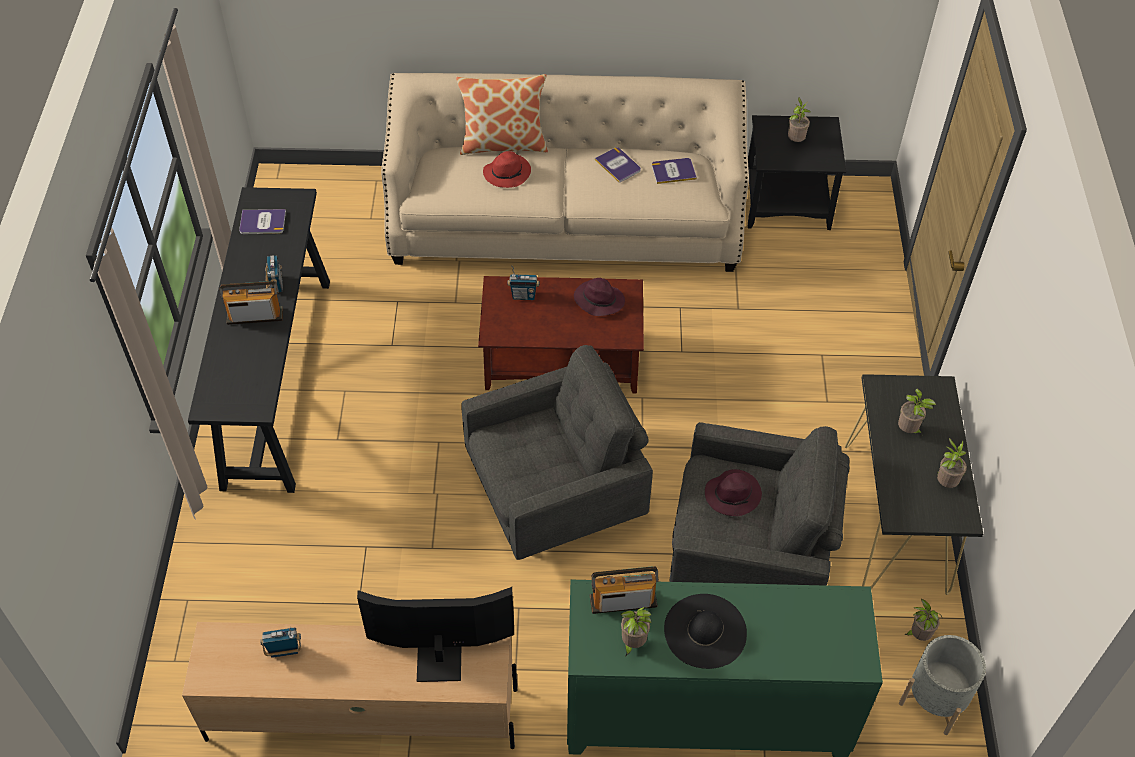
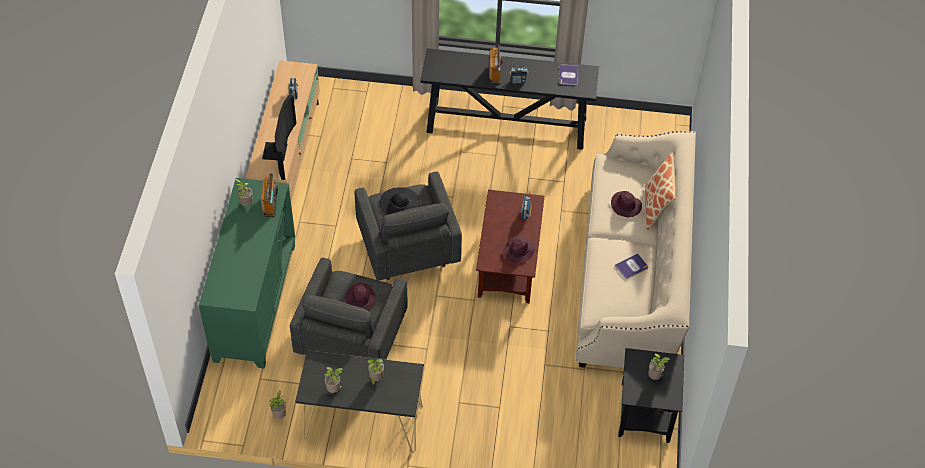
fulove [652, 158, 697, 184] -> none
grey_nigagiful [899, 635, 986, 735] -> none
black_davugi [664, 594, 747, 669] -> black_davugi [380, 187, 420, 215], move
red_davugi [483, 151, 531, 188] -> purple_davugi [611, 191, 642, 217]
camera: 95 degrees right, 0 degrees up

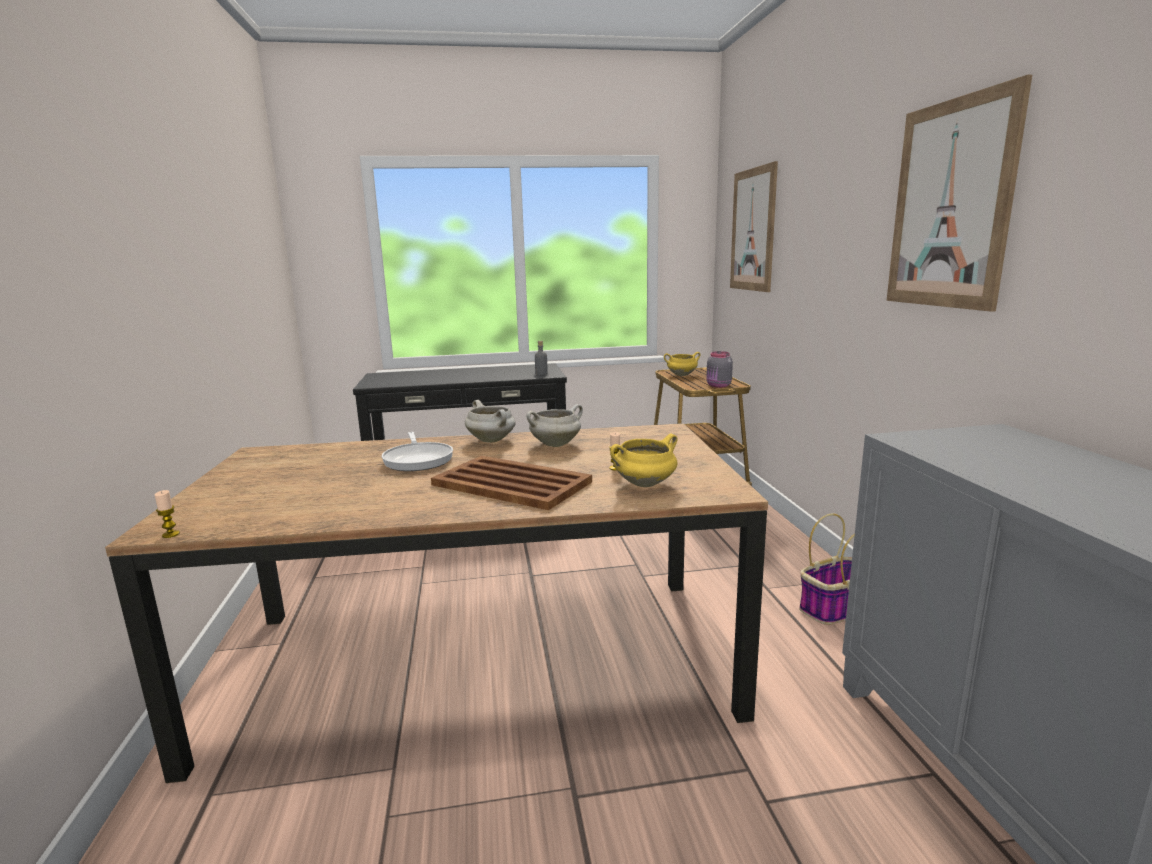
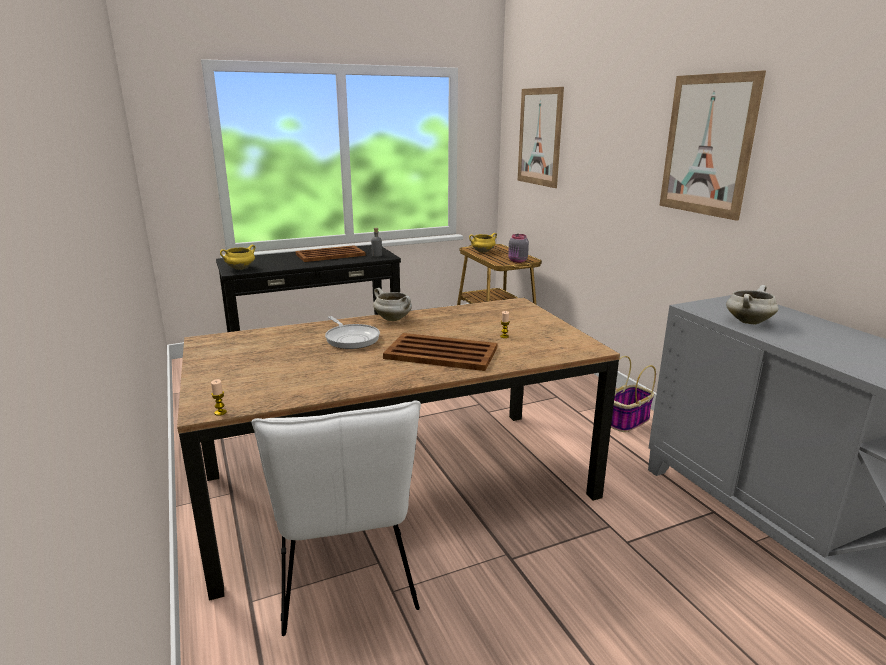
none -> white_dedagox [252, 400, 421, 636]
none -> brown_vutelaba [295, 245, 365, 262]
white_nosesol [526, 404, 583, 447] -> white_nosesol [726, 285, 778, 324], move
yellow_nosesol [610, 434, 678, 487] -> yellow_nosesol [220, 244, 256, 270], move
camera: 15 degrees left, 5 degrees up

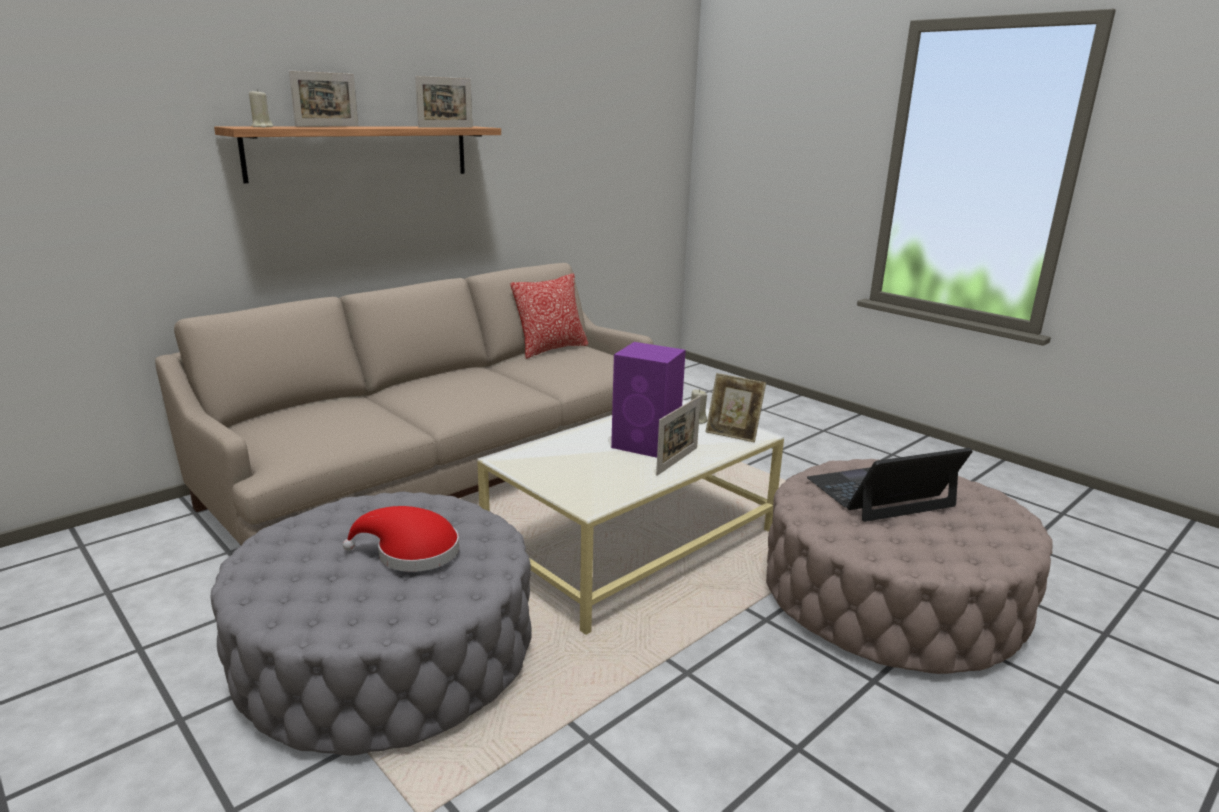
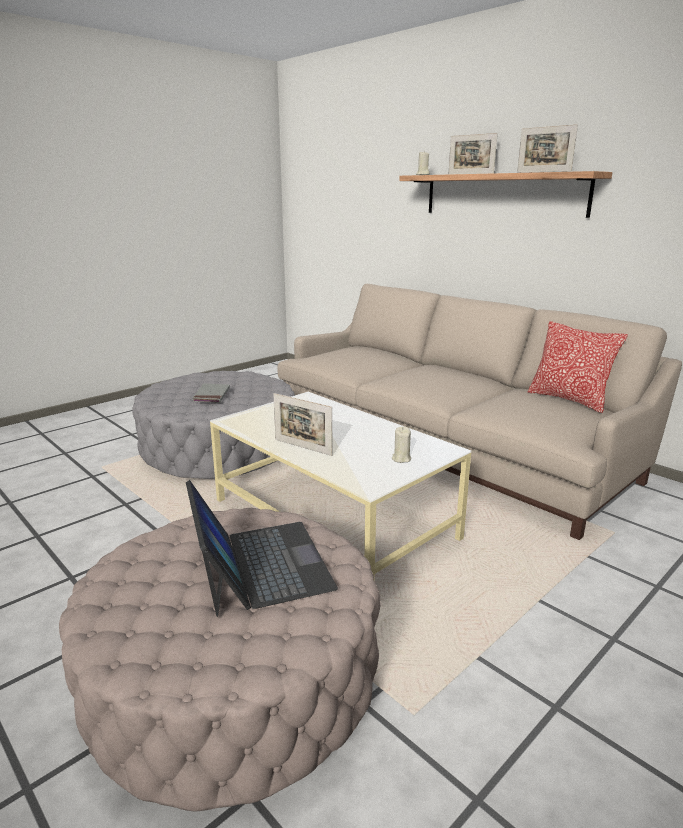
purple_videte [611, 342, 686, 458] -> none
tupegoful [706, 373, 766, 442] -> none
red_davugi [343, 506, 459, 572] -> grey_fulove [193, 383, 230, 403]
camera: 90 degrees right, 0 degrees up

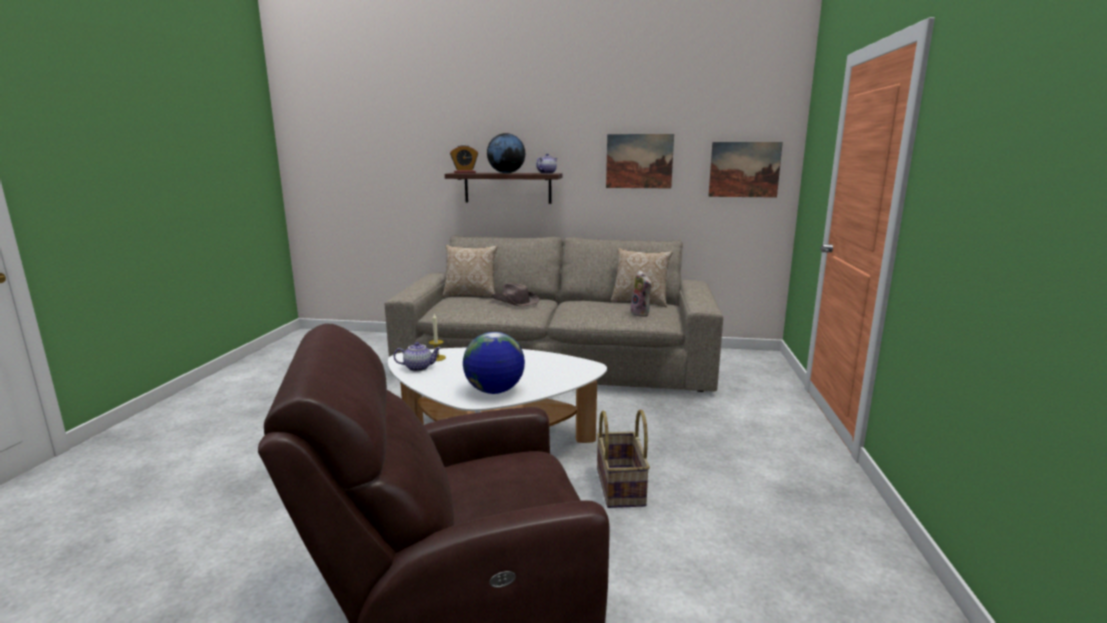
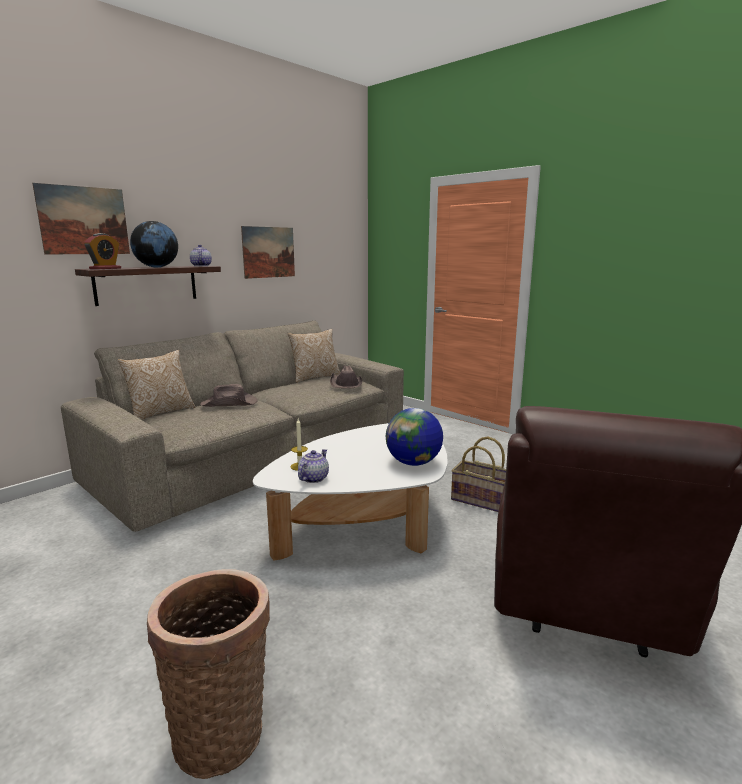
none -> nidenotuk [147, 569, 270, 779]
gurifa [708, 142, 783, 198] -> gurifa [32, 183, 130, 255], move
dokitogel [630, 270, 652, 317] -> brown_davugi [330, 365, 362, 389]
camera: 55 degrees left, 0 degrees up

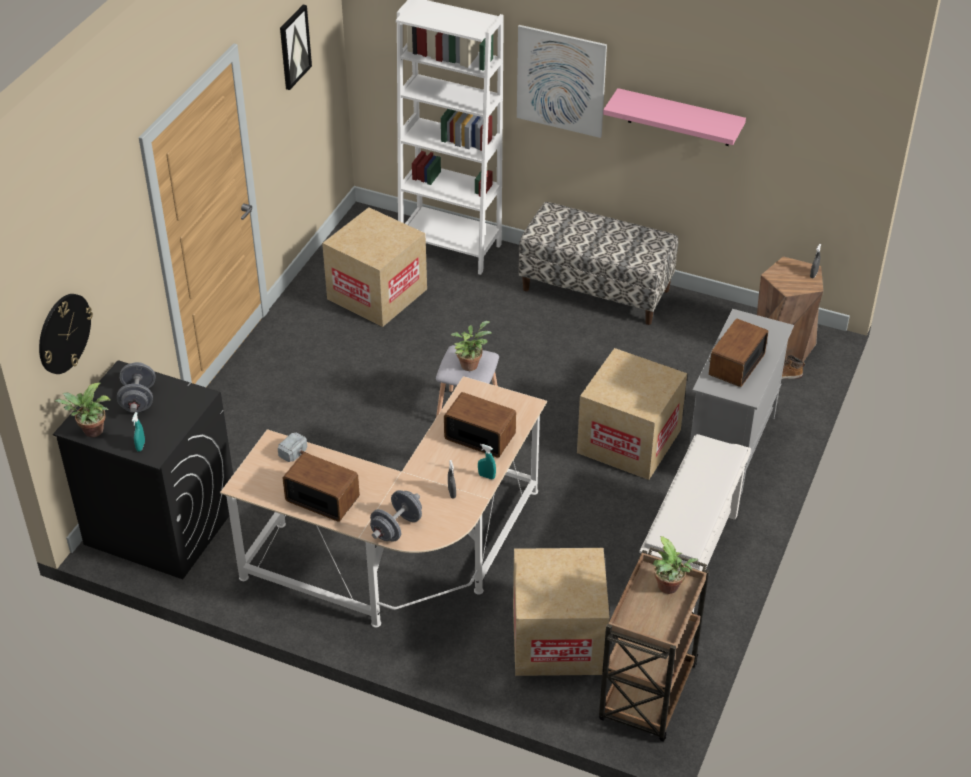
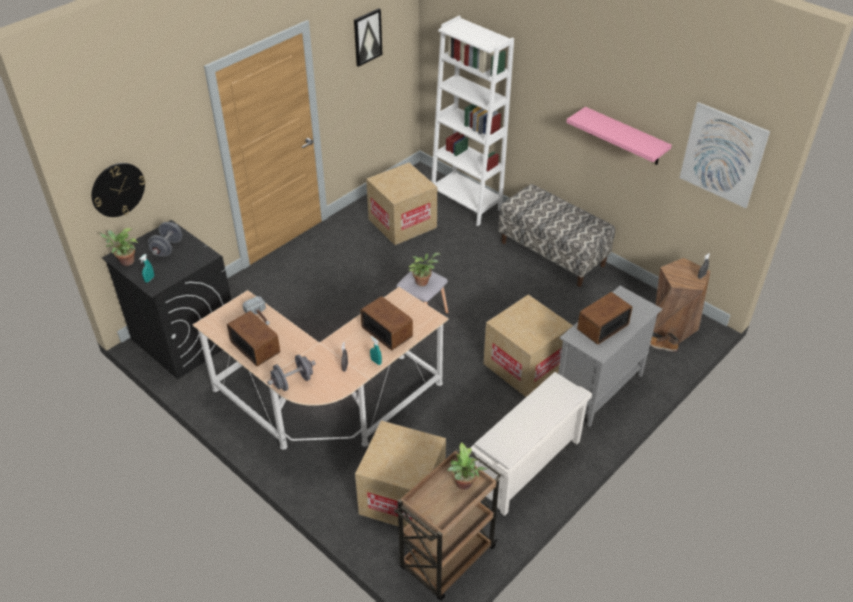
gurifa [517, 25, 607, 138] -> gurifa [680, 102, 770, 208], move
camera: 20 degrees right, 0 degrees up

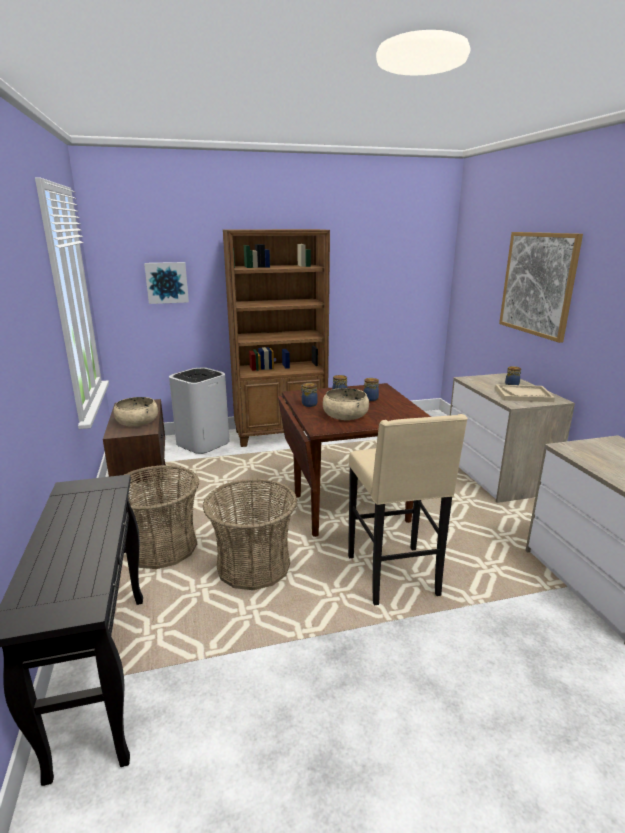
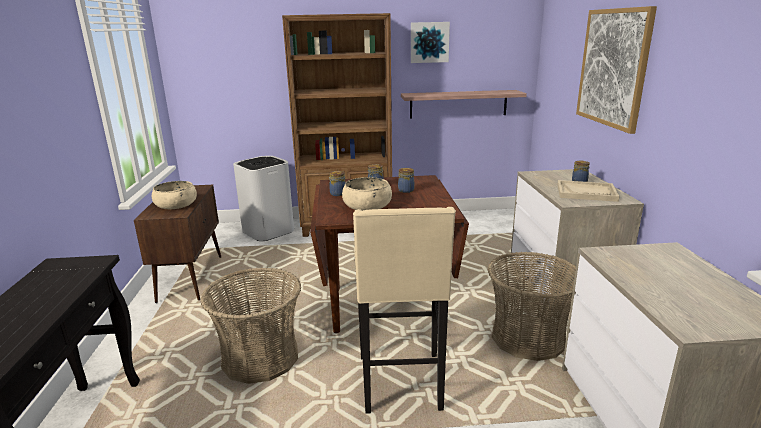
none -> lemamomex [401, 90, 527, 118]
nidenotuk [124, 465, 199, 569] -> nidenotuk [488, 252, 576, 361], move
gurifa [144, 262, 189, 304] -> gurifa [411, 22, 450, 63], move
camera: 10 degrees right, 0 degrees up

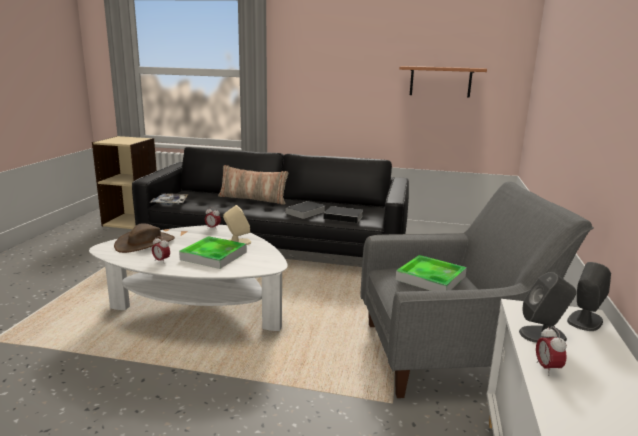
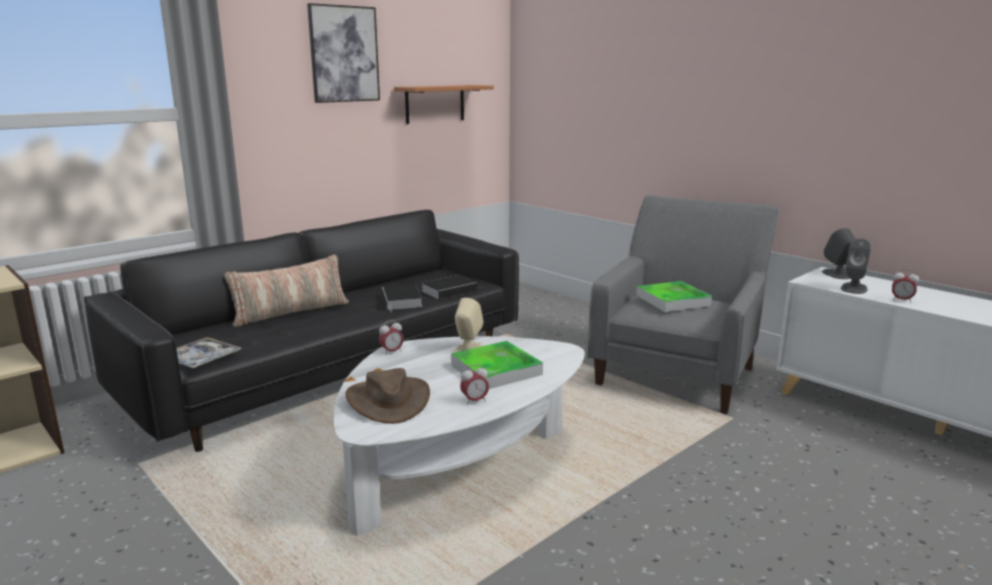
none -> gurifa [307, 3, 380, 103]
camera: 55 degrees left, 0 degrees up

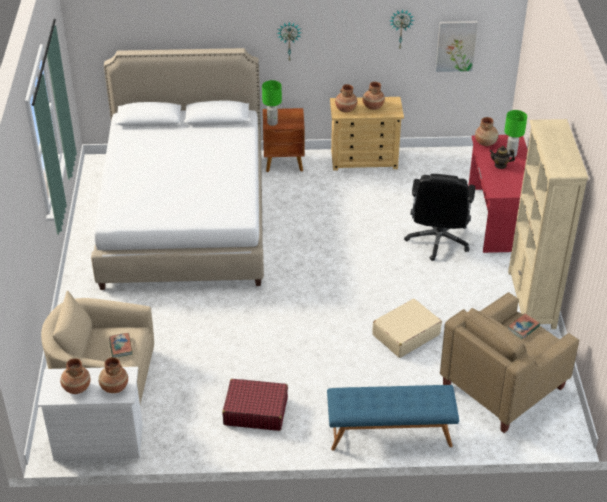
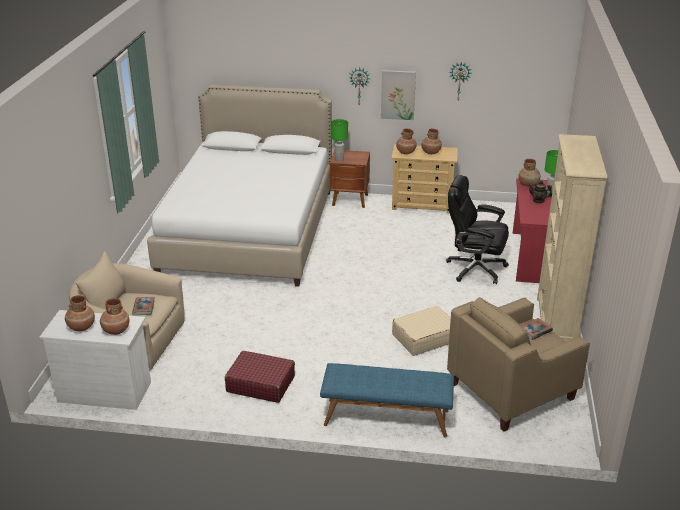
gurifa [436, 21, 478, 72] -> gurifa [381, 70, 416, 120], move
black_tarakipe [404, 174, 475, 261] -> black_tarakipe [446, 175, 509, 284], 90 degrees clockwise
camera: 10 degrees right, 10 degrees down

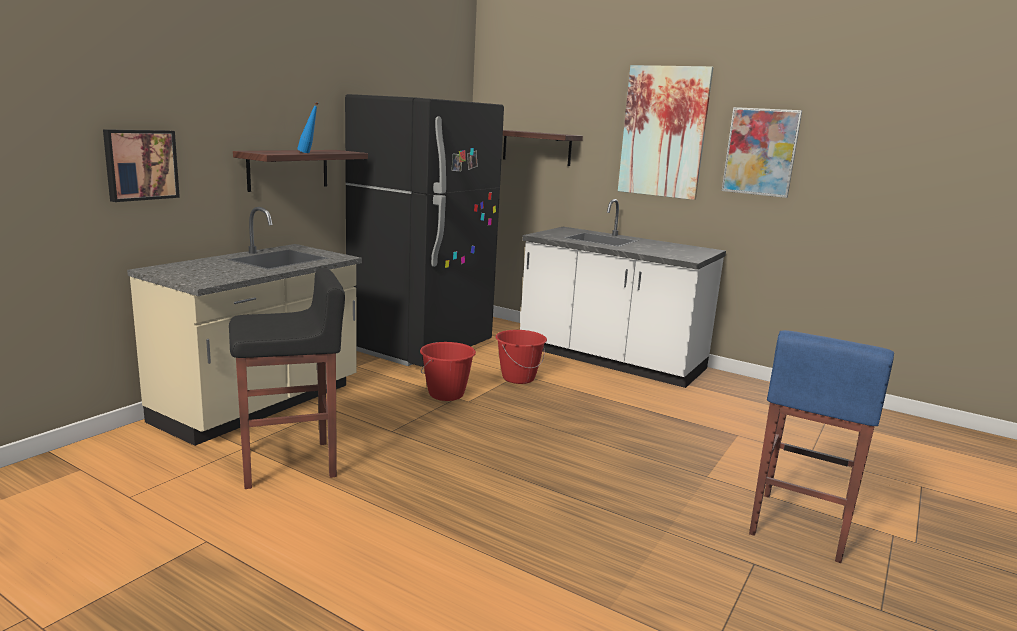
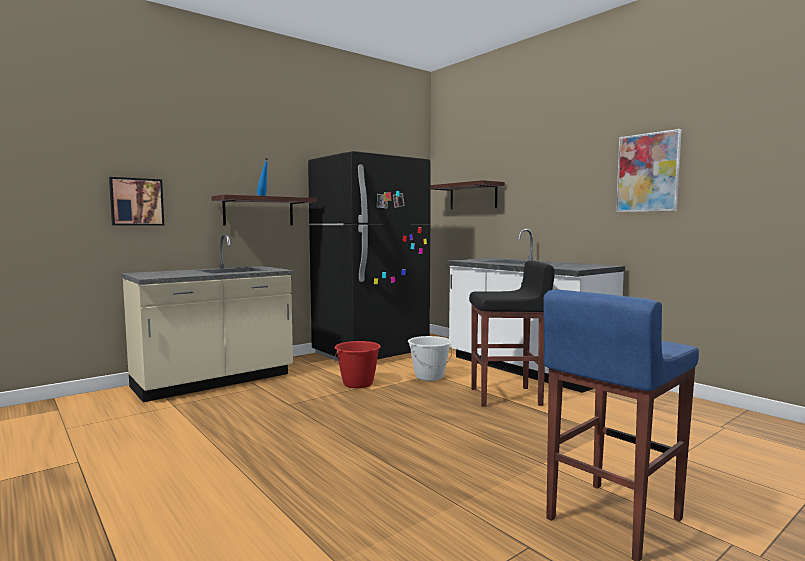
gurifa [618, 65, 714, 200] -> none
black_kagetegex [229, 268, 345, 489] -> black_kagetegex [469, 260, 555, 407], move
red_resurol [495, 330, 547, 384] -> white_resurol [408, 336, 452, 381]
camera: 20 degrees right, 10 degrees down

